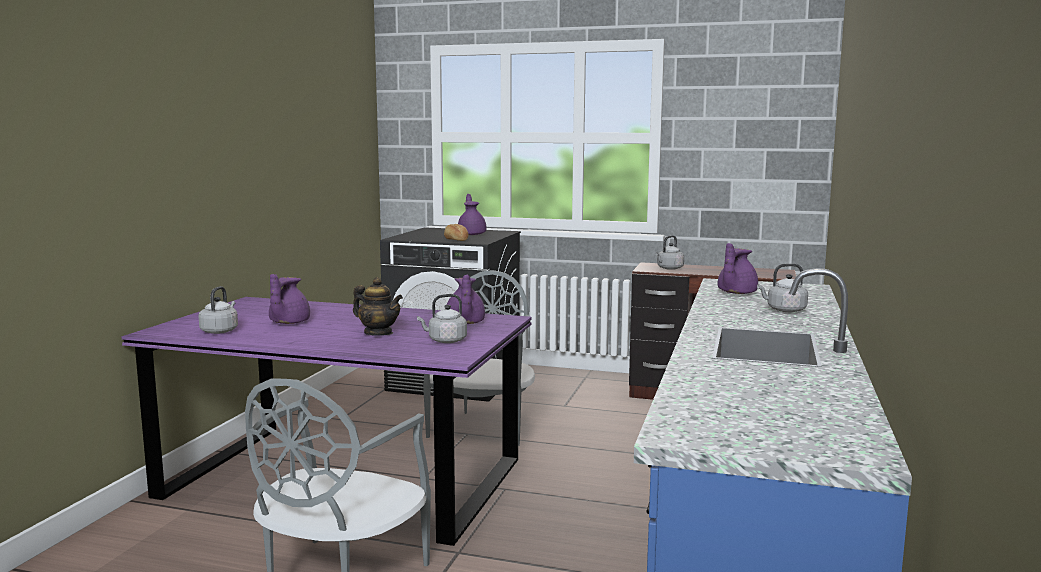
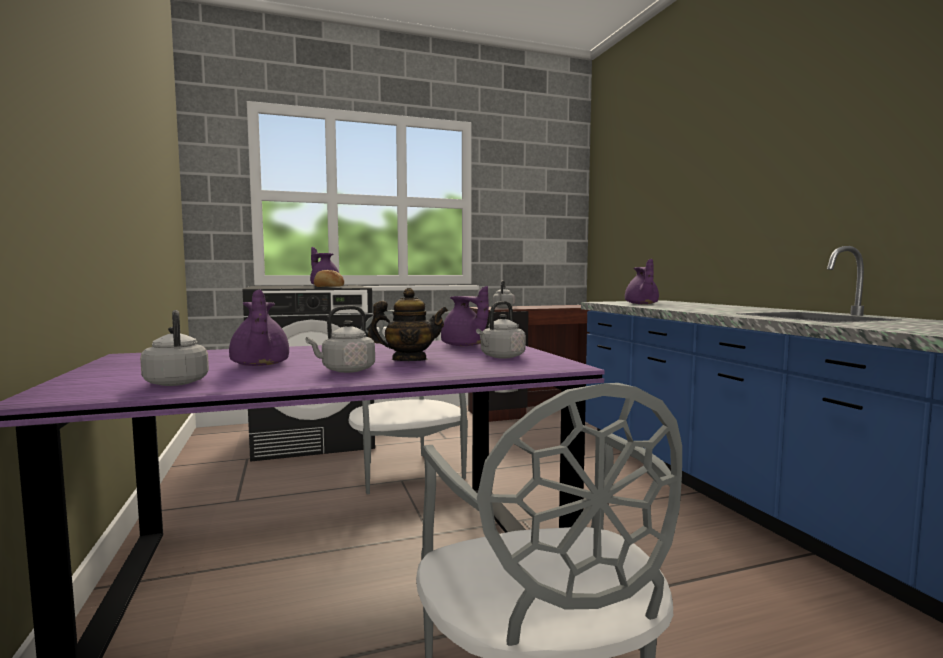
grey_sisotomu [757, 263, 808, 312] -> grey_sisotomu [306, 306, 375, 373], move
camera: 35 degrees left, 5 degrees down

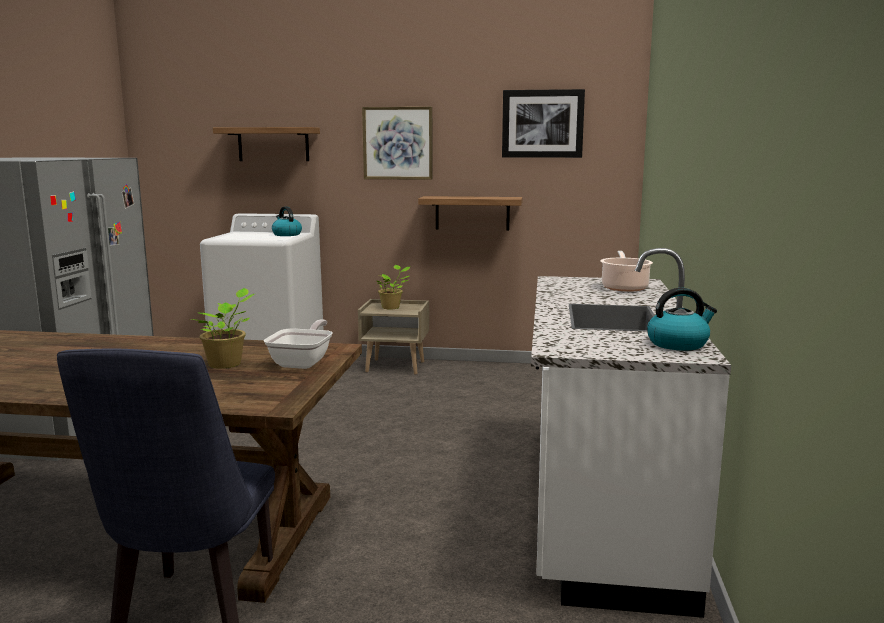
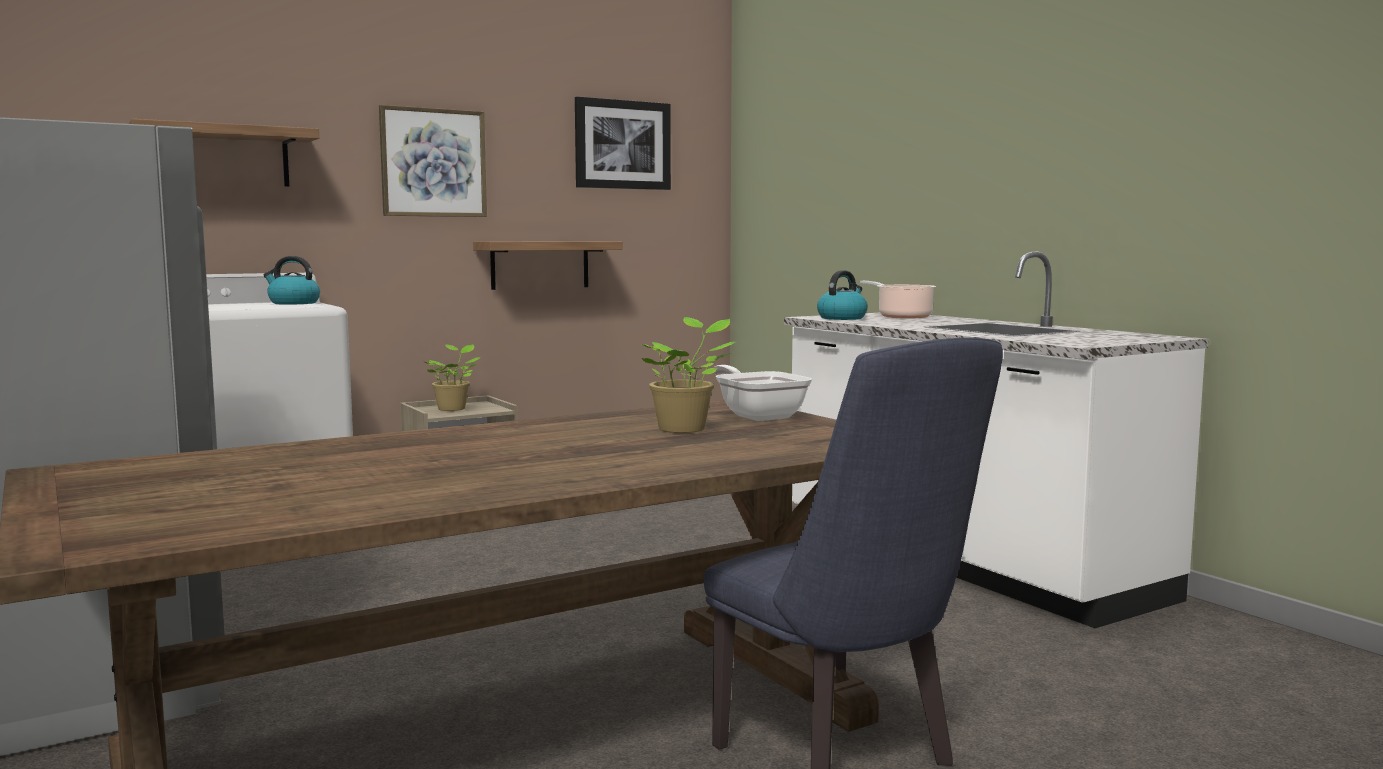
sisotomu [647, 288, 717, 351] -> sisotomu [817, 270, 868, 320], move
camera: 40 degrees left, 5 degrees down

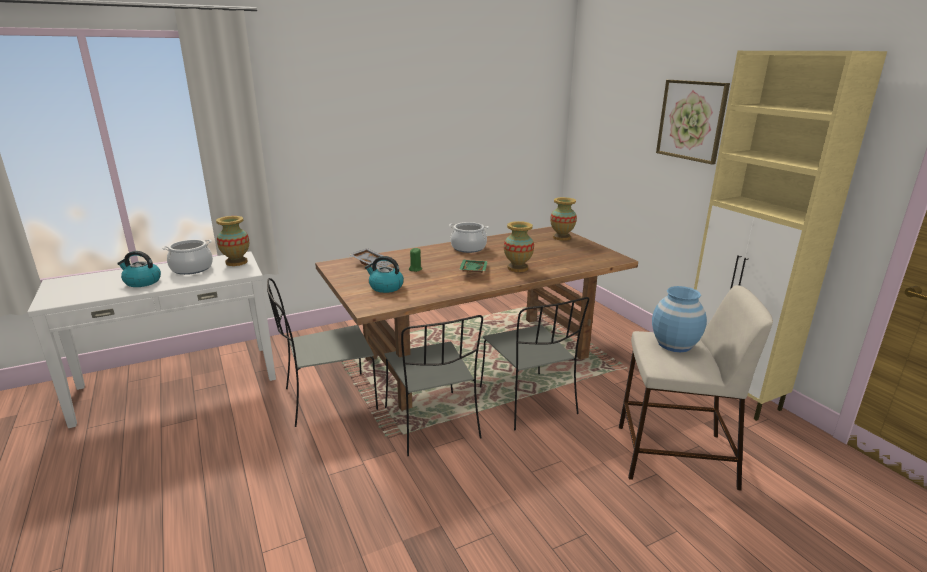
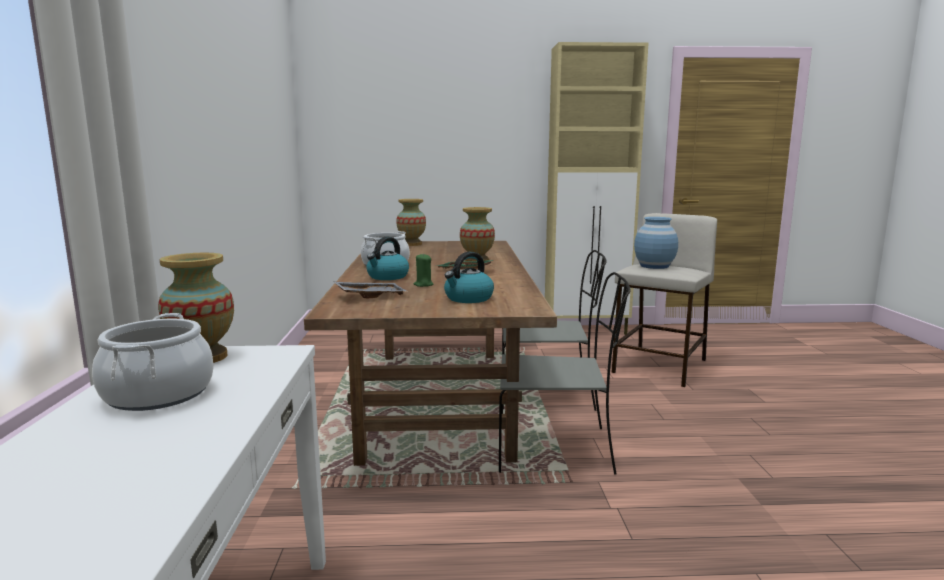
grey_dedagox [267, 278, 378, 427] -> none
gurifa [656, 80, 730, 165] -> none
sisotomu [117, 251, 161, 287] -> sisotomu [366, 237, 409, 280], move
camera: 65 degrees left, 10 degrees down

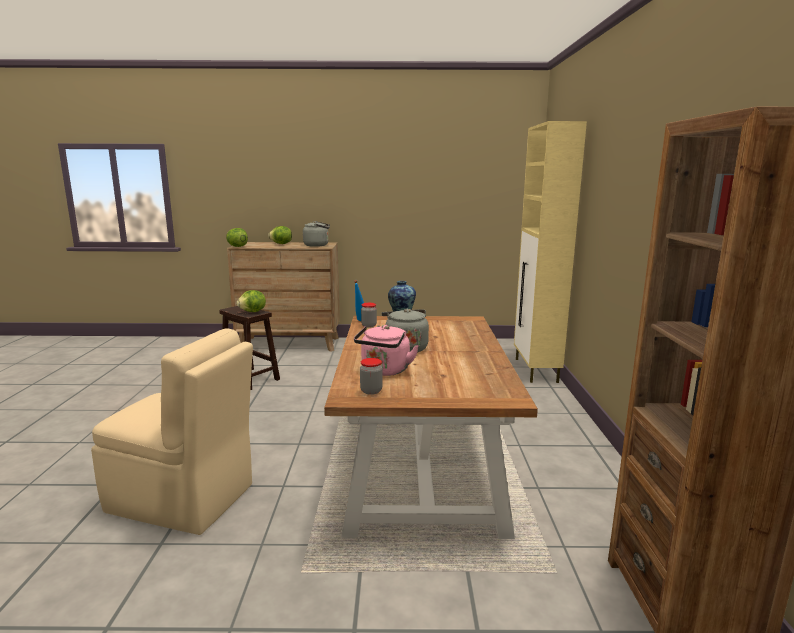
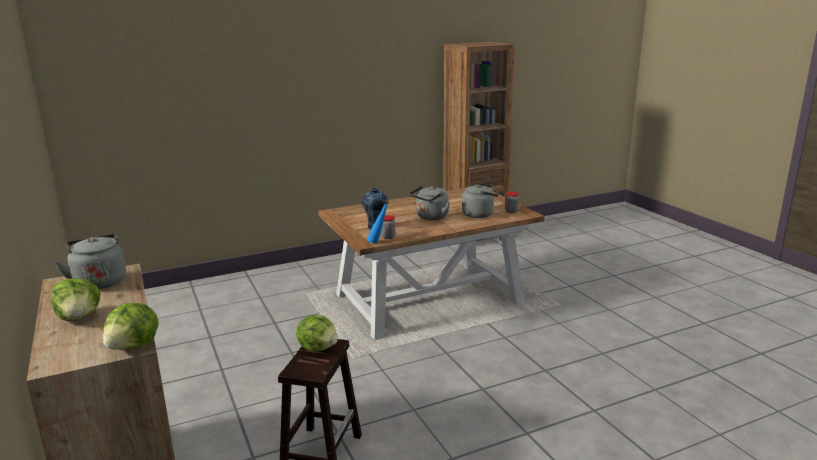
beige_dedagox [91, 328, 253, 535] -> none
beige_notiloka [514, 121, 587, 383] -> none
pink_sisotomu [354, 325, 419, 376] -> grey_sisotomu [462, 183, 499, 218]
camera: 115 degrees left, 5 degrees up

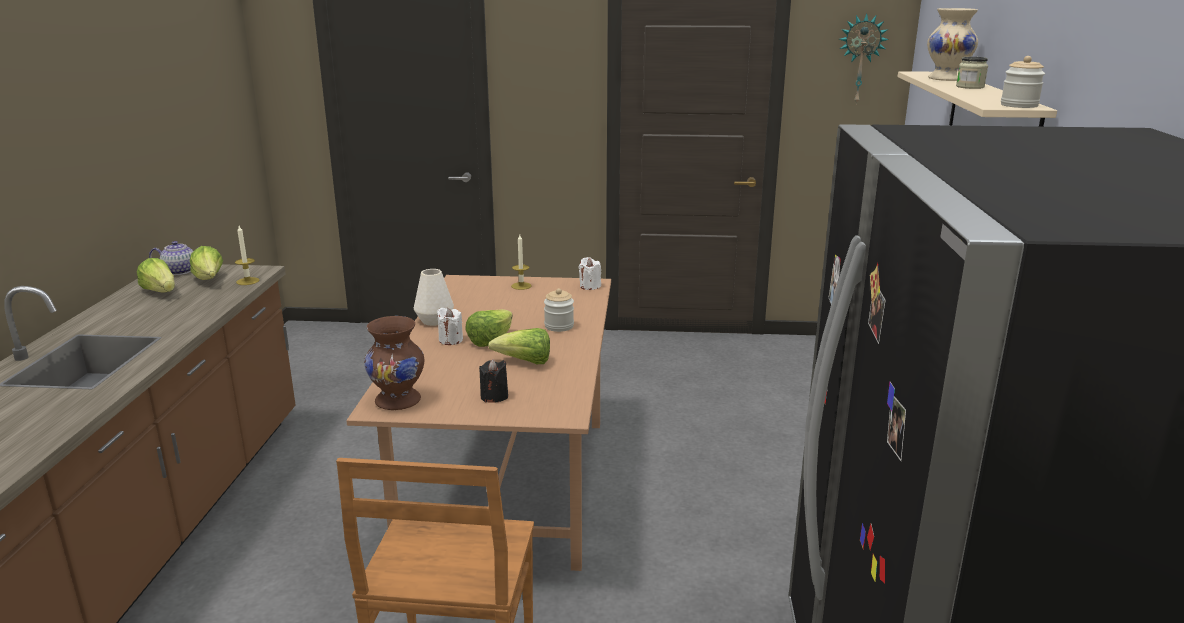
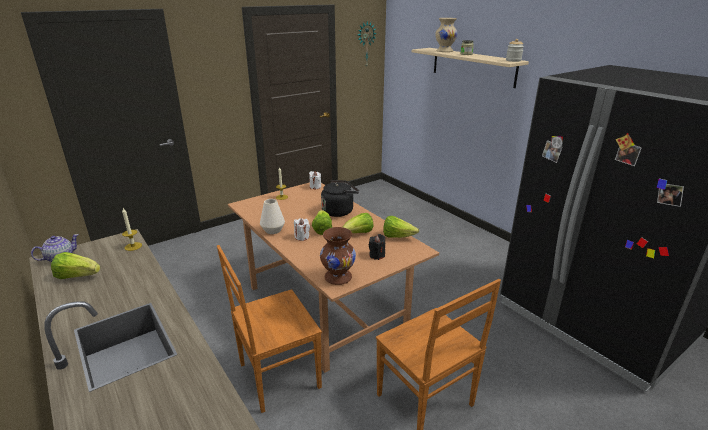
none -> brown_dedagox [217, 245, 322, 413]
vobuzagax [190, 246, 223, 280] -> vobuzagax [383, 216, 419, 238], move
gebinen [544, 288, 574, 332] -> black_sisotomu [321, 180, 359, 217]
camera: 40 degrees left, 5 degrees up

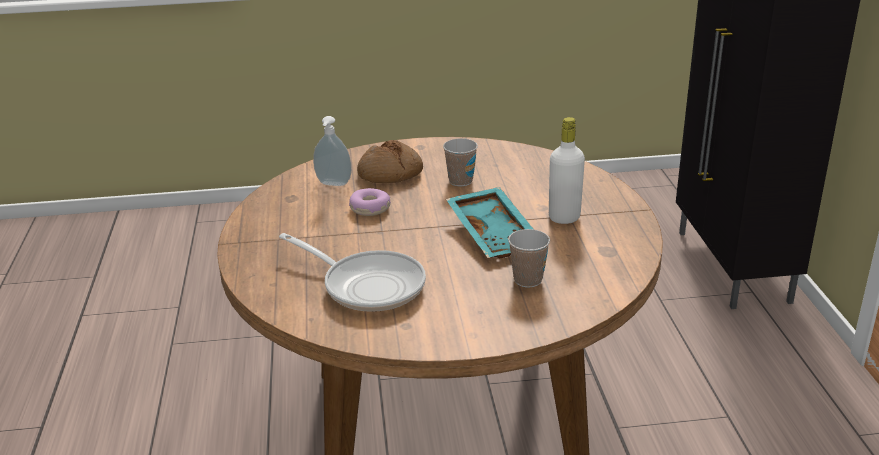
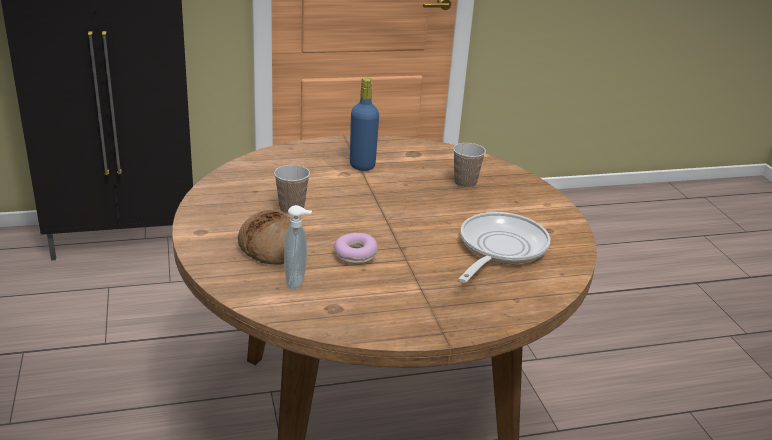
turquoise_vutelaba [446, 187, 533, 258] -> none
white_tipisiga [549, 117, 585, 224] -> blue_tipisiga [350, 78, 379, 171]
camera: 100 degrees left, 0 degrees up

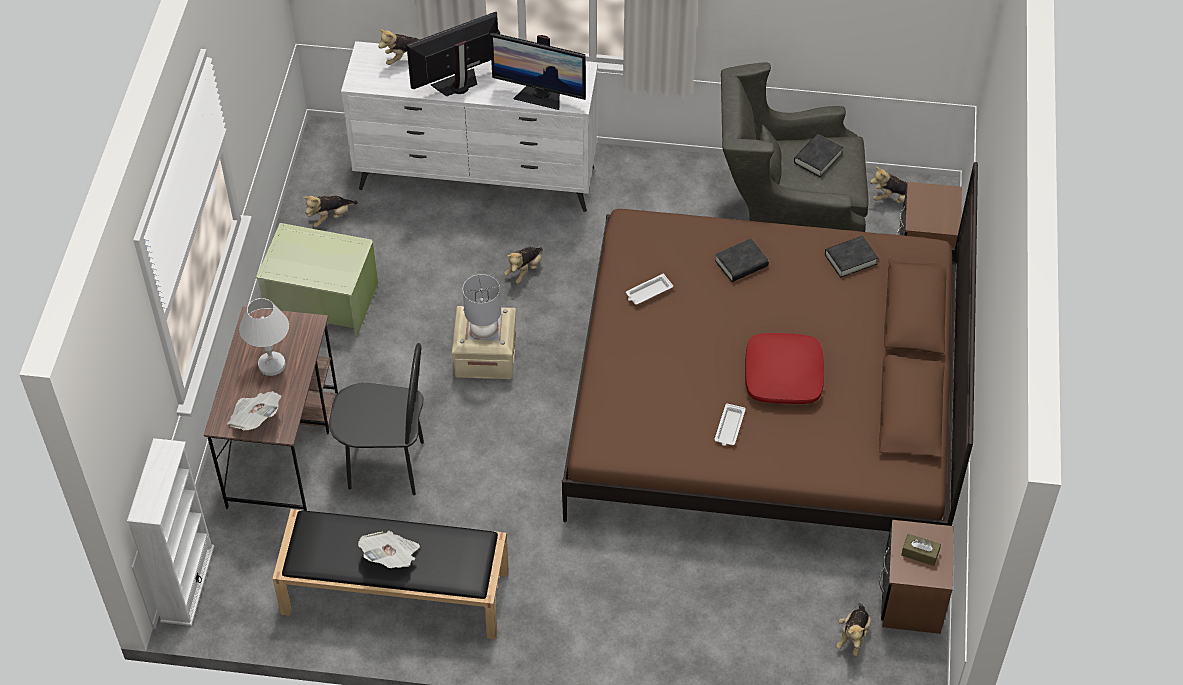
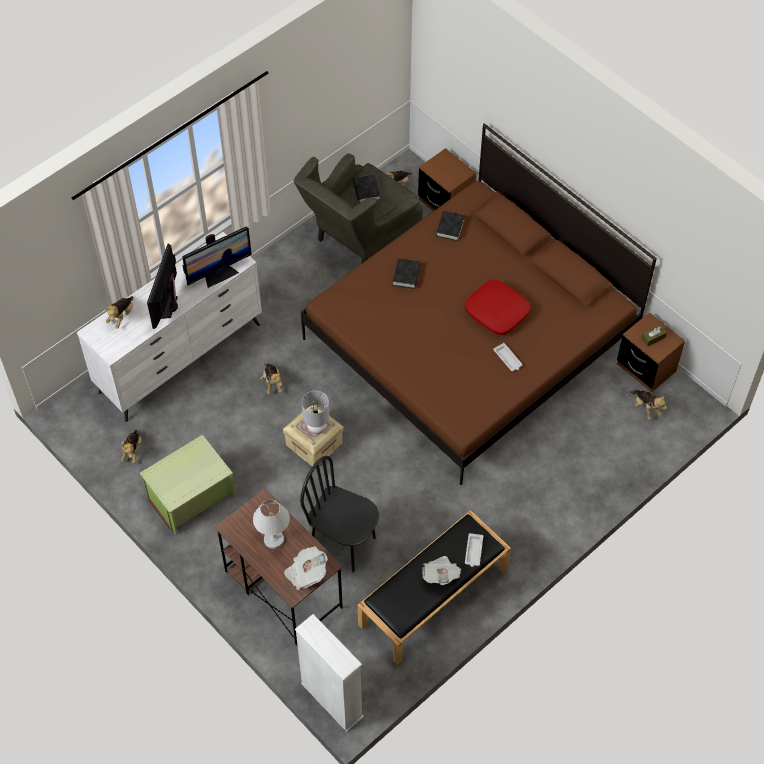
white_vutelaba [626, 274, 673, 305] -> white_vutelaba [465, 533, 483, 567], move
black_dedagox [329, 343, 424, 495] -> black_dedagox [300, 456, 379, 573], 105 degrees counterclockwise
camera: 50 degrees left, 5 degrees up

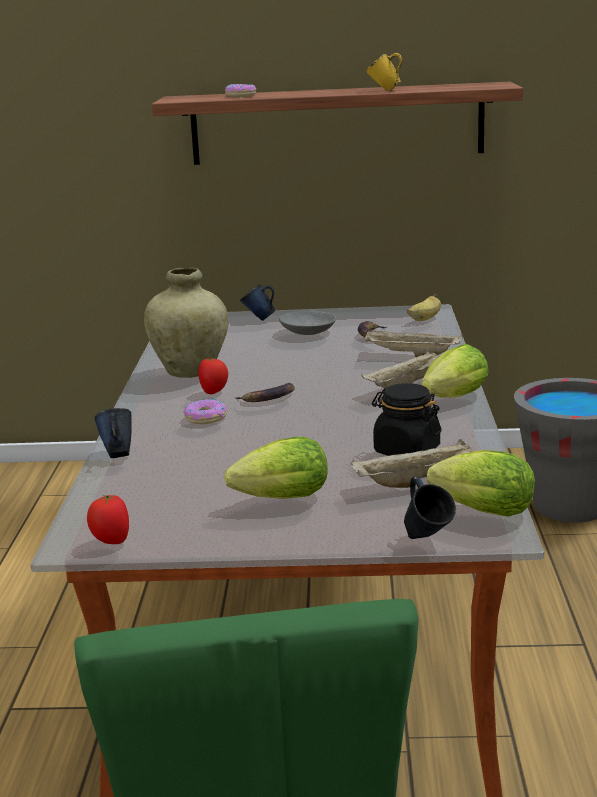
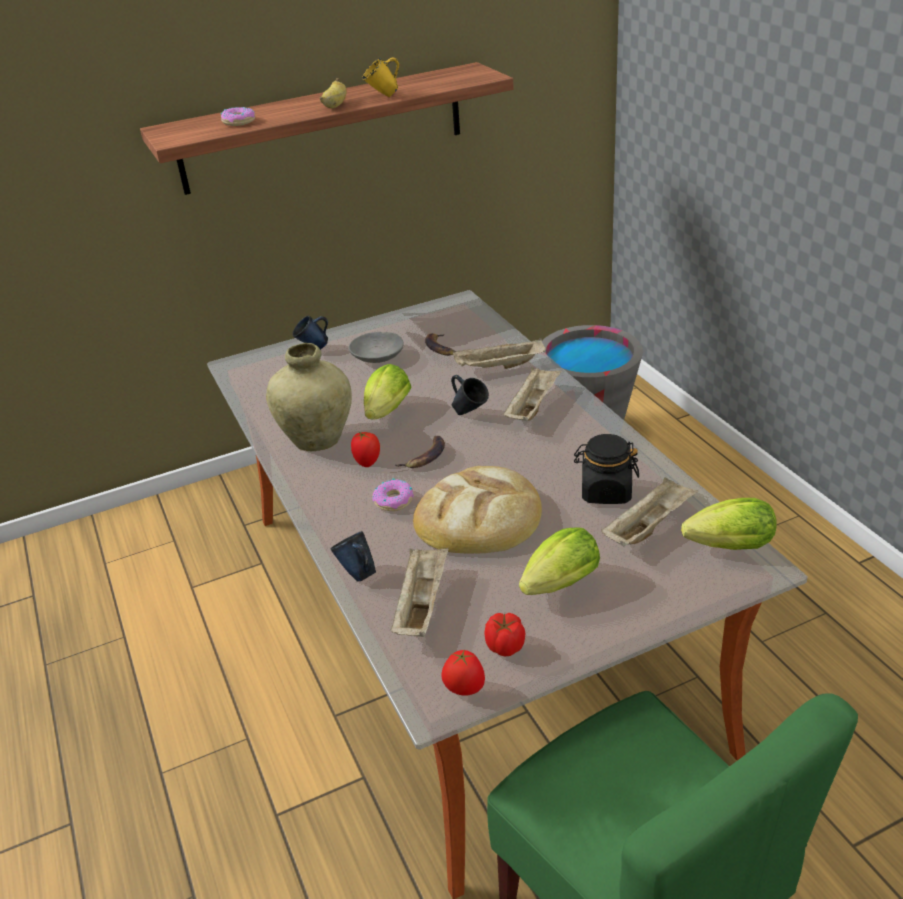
none -> beige_vutelaba [390, 548, 449, 637]
none -> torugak [413, 466, 542, 553]
none -> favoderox [484, 613, 525, 656]
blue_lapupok [404, 477, 456, 539] -> blue_lapupok [451, 375, 489, 415], move
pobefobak [407, 294, 441, 321] -> pobefobak [320, 78, 347, 108], move
vobuzagax [421, 344, 489, 398] -> vobuzagax [364, 364, 412, 420], move
camera: 25 degrees left, 15 degrees up

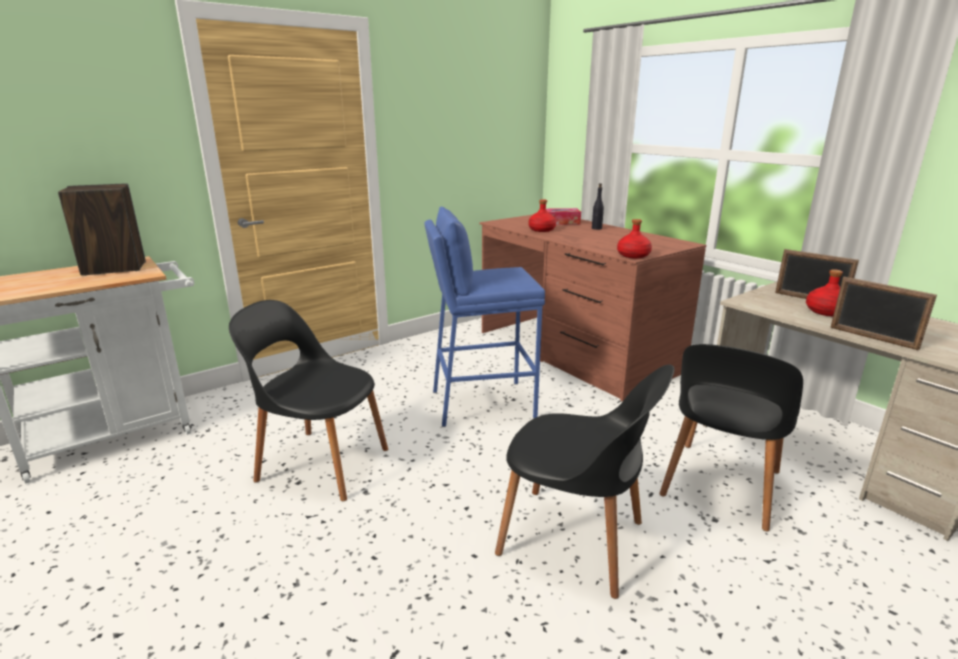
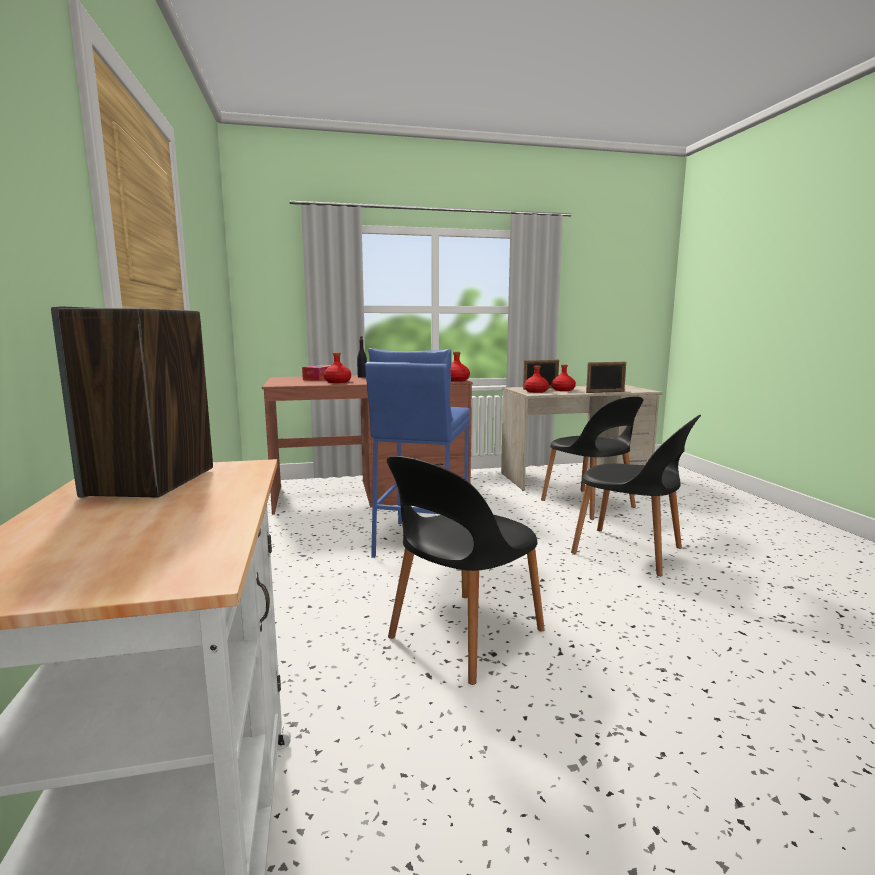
none -> red_tipisiga [524, 365, 549, 393]
black_dedagox [495, 365, 674, 599] -> black_dedagox [571, 415, 701, 576], 75 degrees clockwise
camera: 65 degrees left, 10 degrees down

